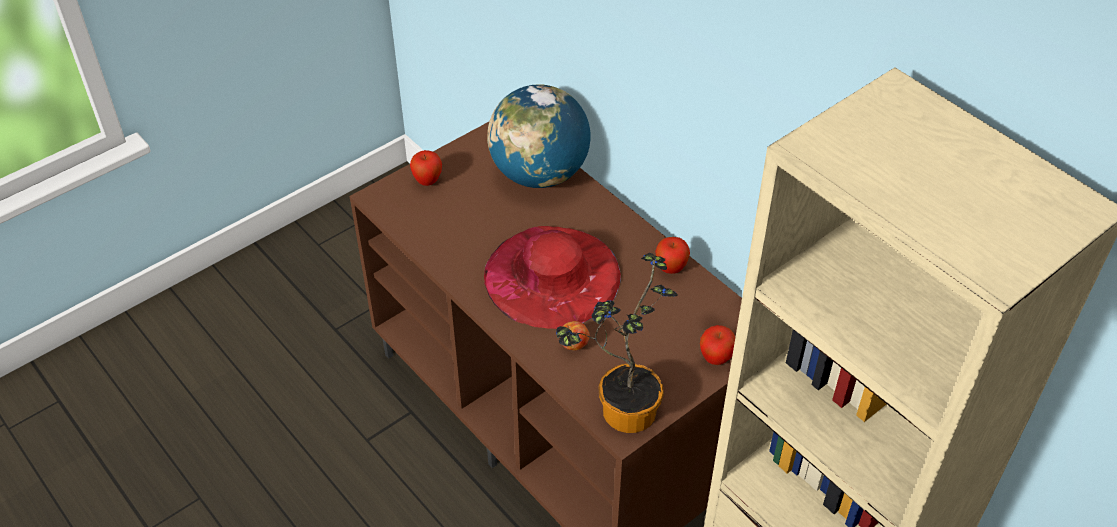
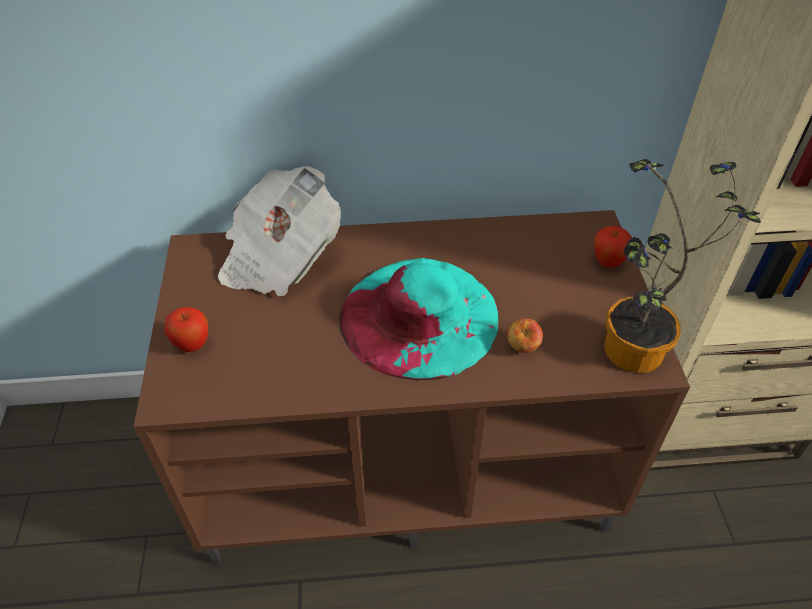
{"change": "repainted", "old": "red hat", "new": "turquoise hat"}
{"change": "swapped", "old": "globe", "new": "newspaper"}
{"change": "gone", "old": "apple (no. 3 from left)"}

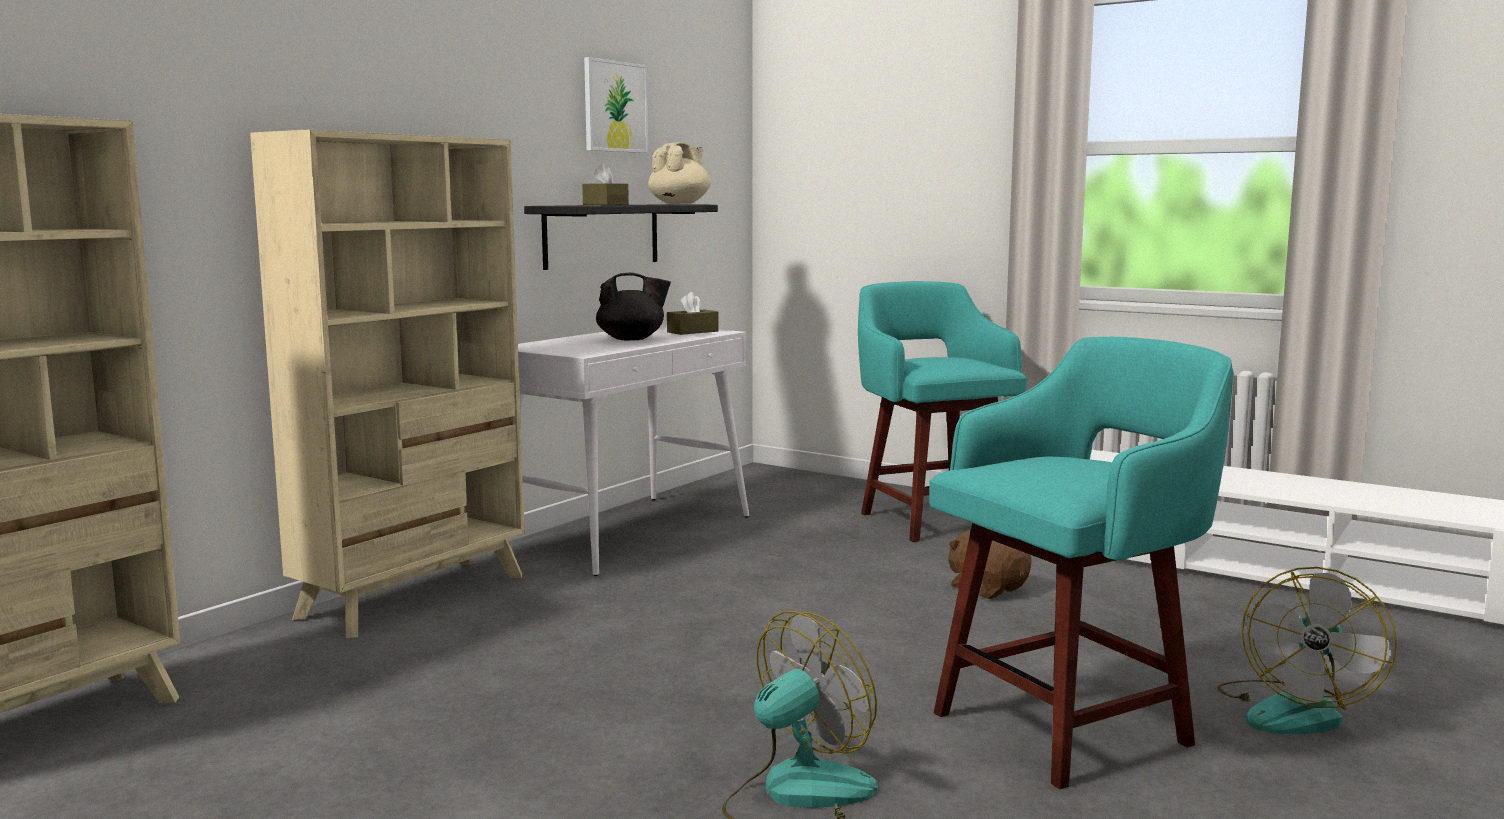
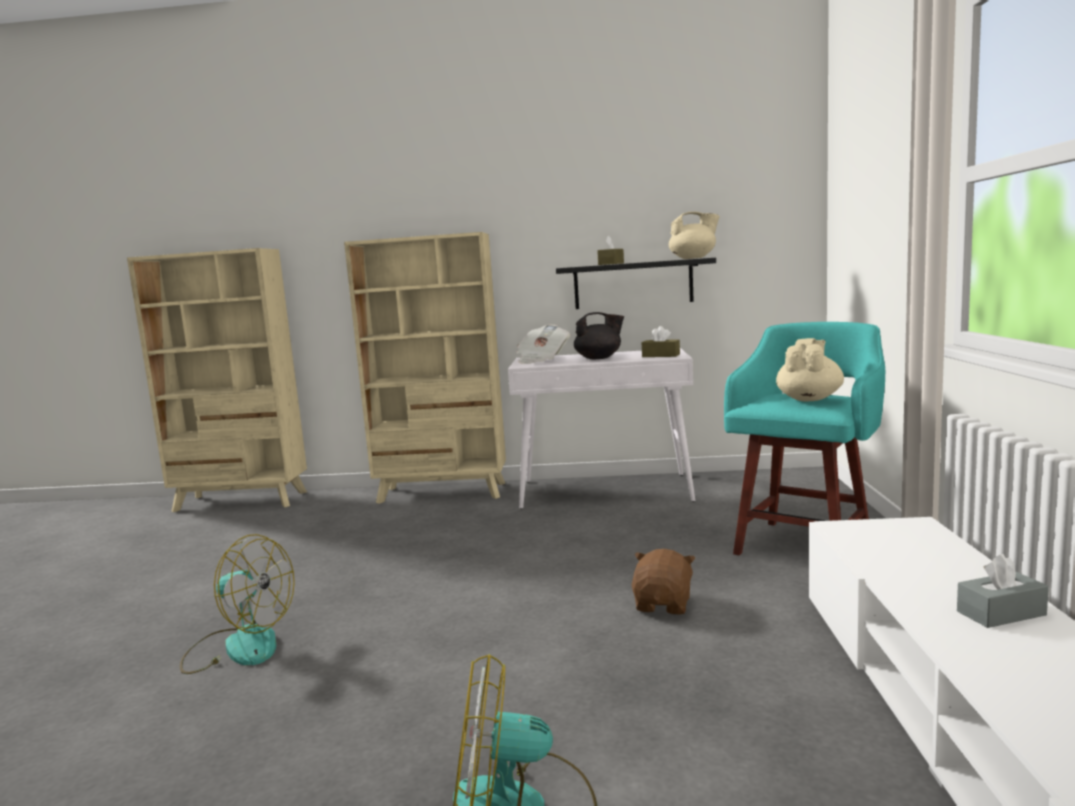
{"change": "gone", "old": "picture"}
{"change": "rotated", "old": "black teapot", "degrees": -60}
{"change": "gone", "old": "turquoise stool (no. 2 from left)"}
{"change": "new", "new": "newspaper"}
{"change": "new", "new": "beige teapot (no. 2 from left)"}
{"change": "new", "new": "grey tissue box"}

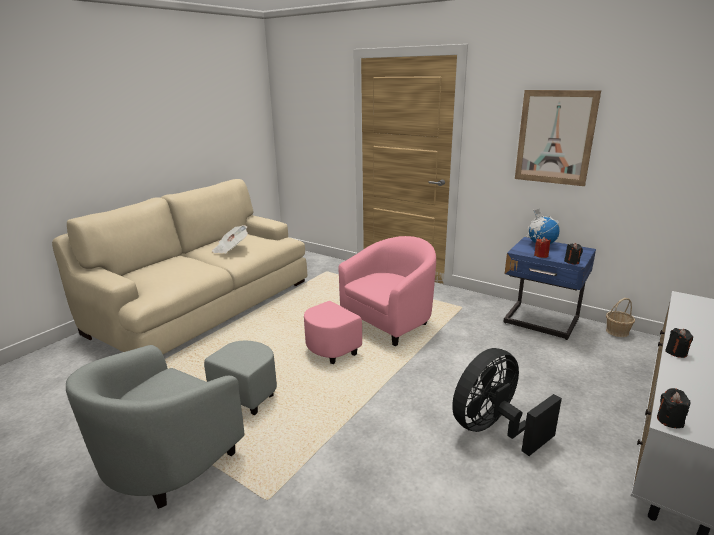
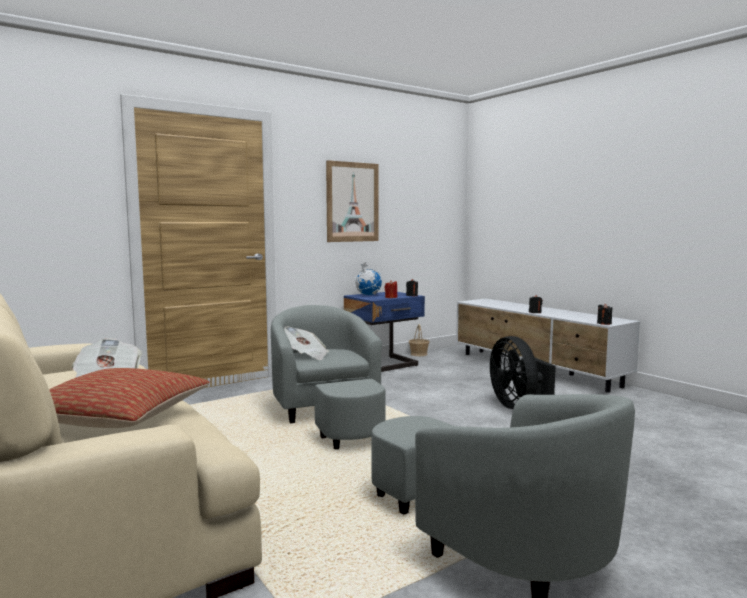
{"change": "repainted", "old": "pink armchair", "new": "grey armchair (no. 1 from left)"}
{"change": "new", "new": "pillow"}
{"change": "new", "new": "newspaper (no. 2 from left)"}

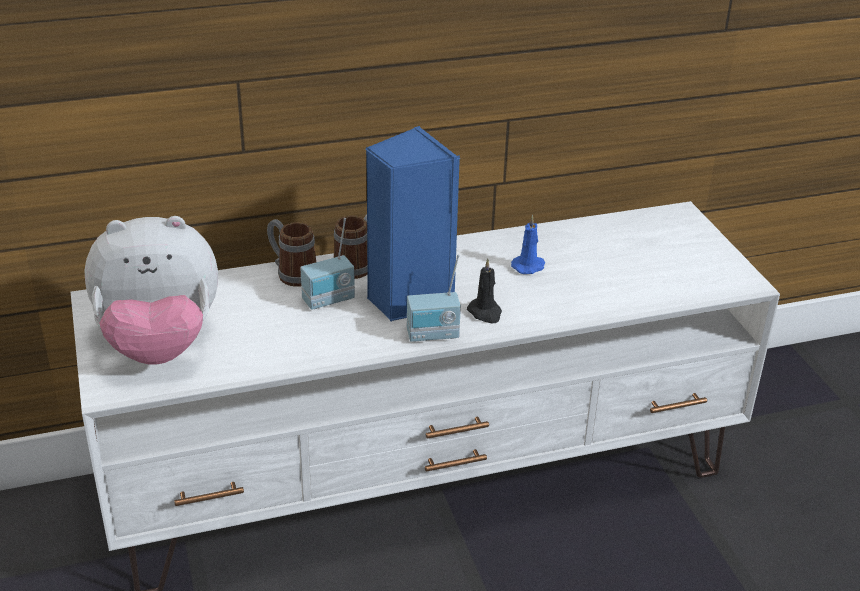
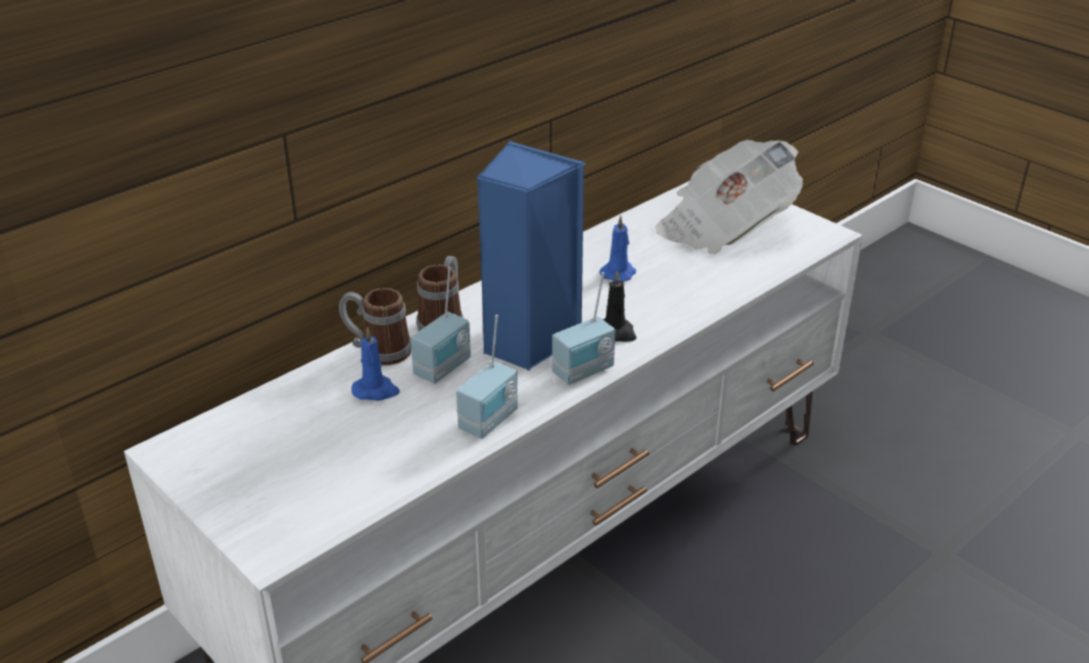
{"change": "gone", "old": "plush toy"}
{"change": "new", "new": "blue candle (no. 1 from left)"}
{"change": "new", "new": "radio (no. 2 from left)"}
{"change": "new", "new": "newspaper"}

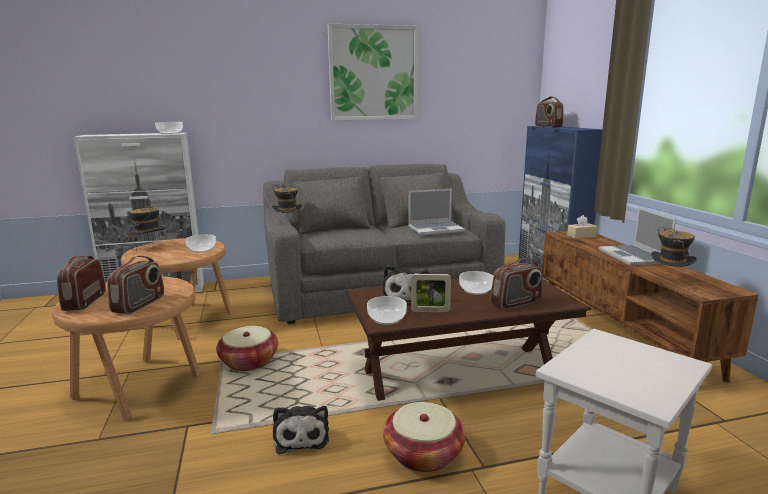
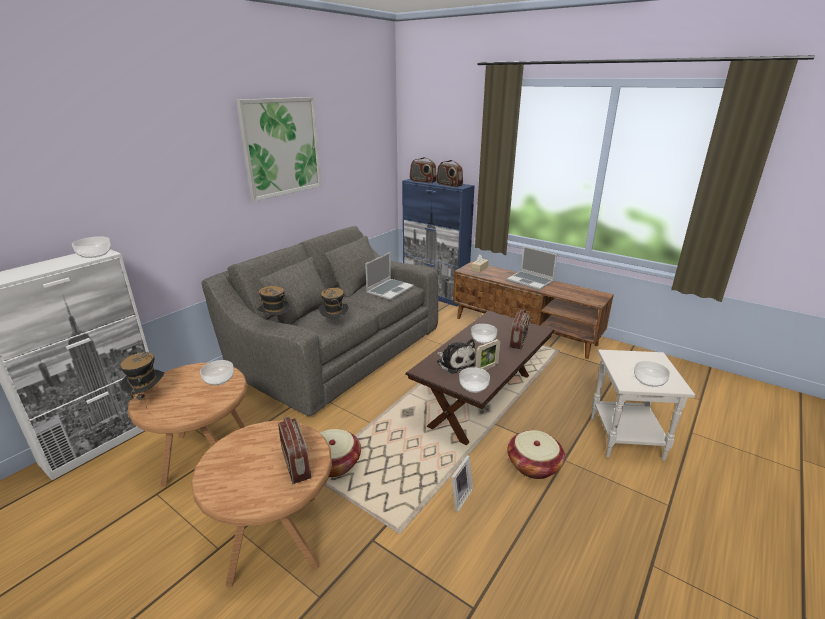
{"change": "shifted", "old": "radio (no. 1 from left in the first image)", "new": "radio (no. 3 from left)"}
{"change": "swapped", "old": "plush toy (no. 1 from left)", "new": "picture frame (no. 1 from left)"}
{"change": "shifted", "old": "hat (no. 3 from left)"}
{"change": "new", "new": "bowl (no. 5 from left)"}

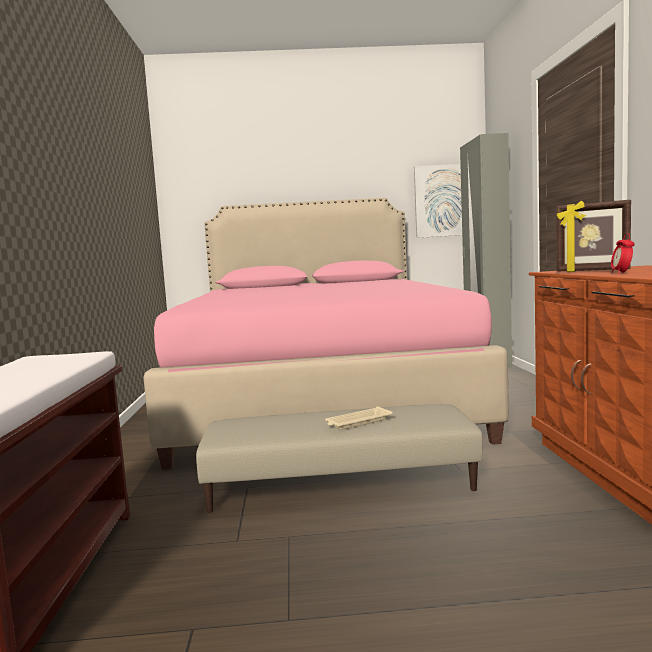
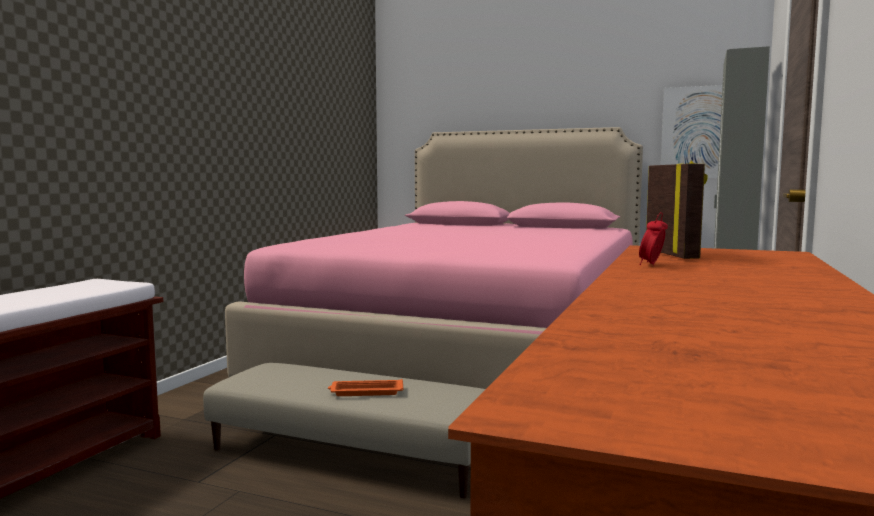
{"change": "repainted", "old": "beige tray", "new": "orange tray"}
{"change": "rotated", "old": "picture frame", "degrees": -150}

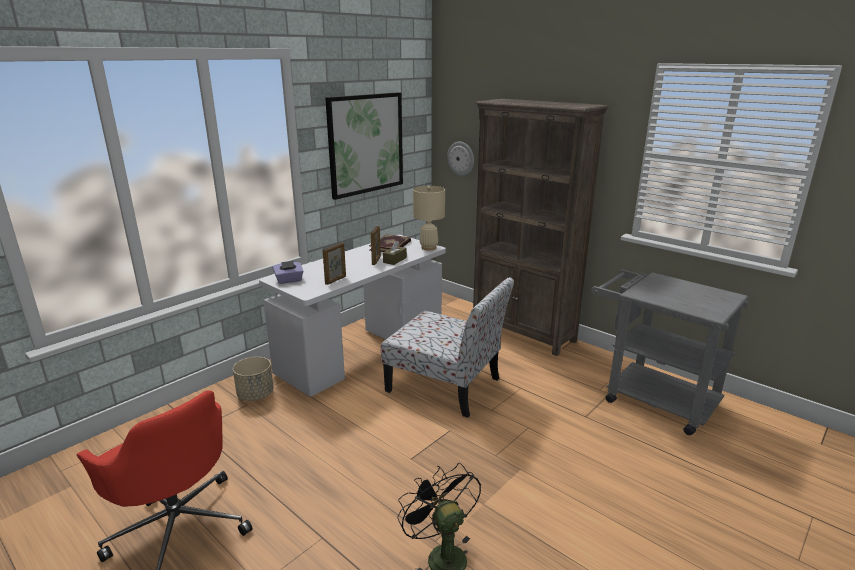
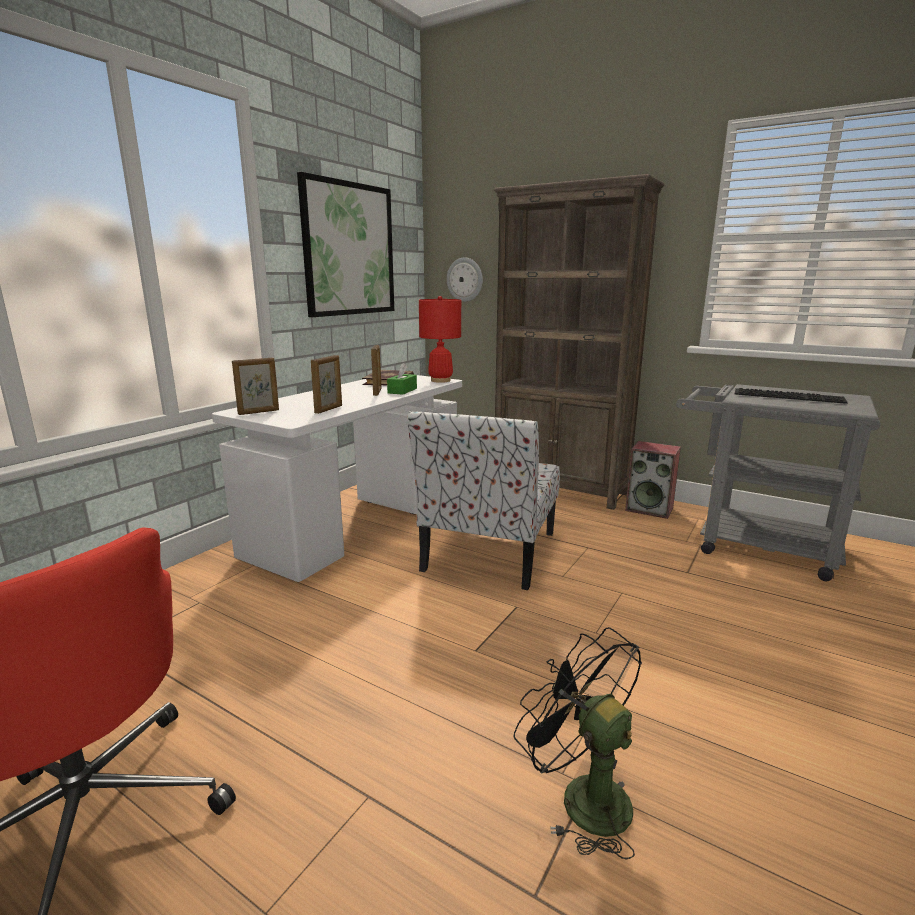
{"change": "gone", "old": "beige planter"}
{"change": "swapped", "old": "purple tissue box", "new": "picture frame (no. 1 from left)"}
{"change": "rotated", "old": "chair", "degrees": 90}
{"change": "repainted", "old": "brown tissue box", "new": "green tissue box"}
{"change": "repainted", "old": "beige table lamp", "new": "red table lamp"}
{"change": "new", "new": "speaker"}
{"change": "new", "new": "keyboard"}

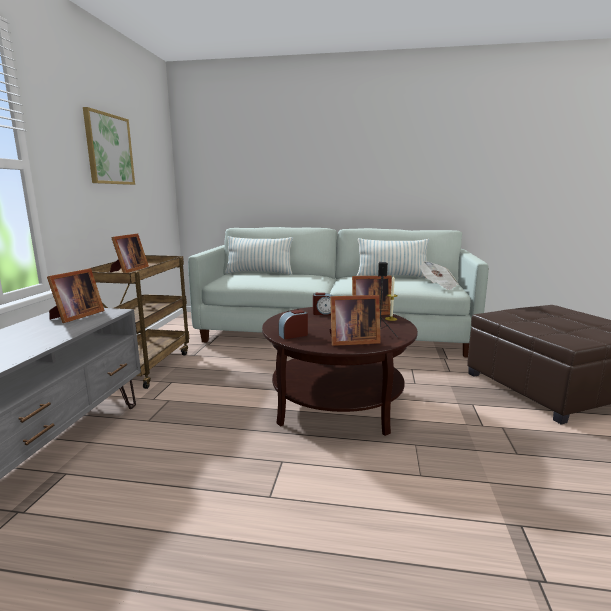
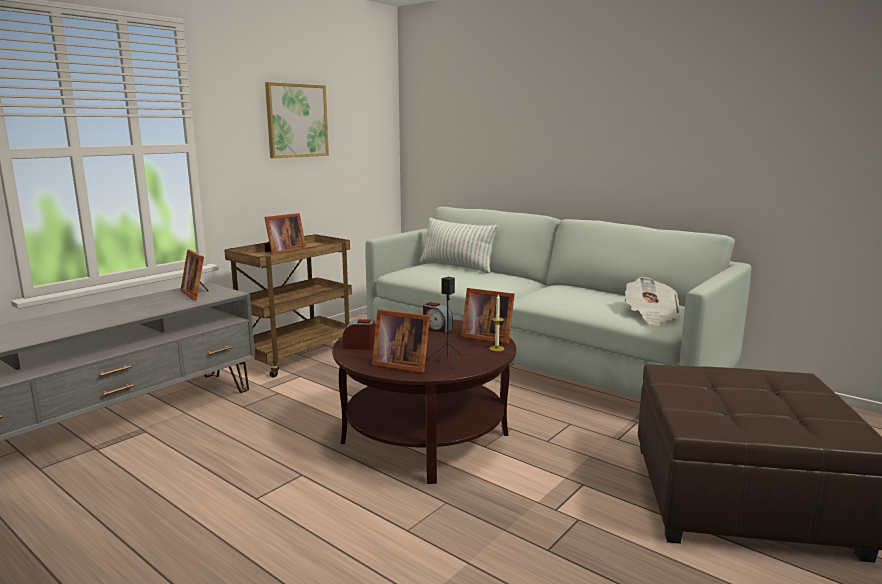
{"change": "rotated", "old": "picture frame (no. 1 from left)", "degrees": 90}
{"change": "gone", "old": "pillow (no. 2 from left)"}

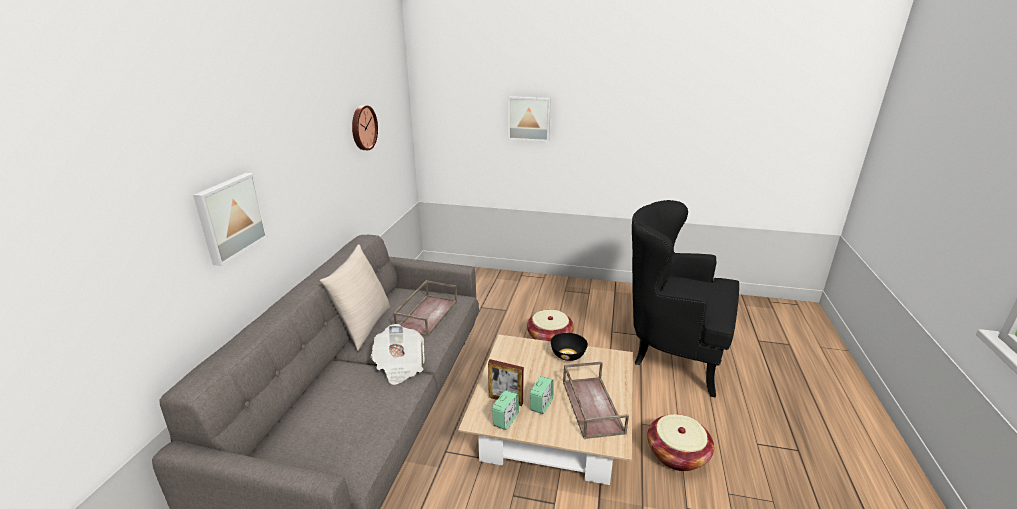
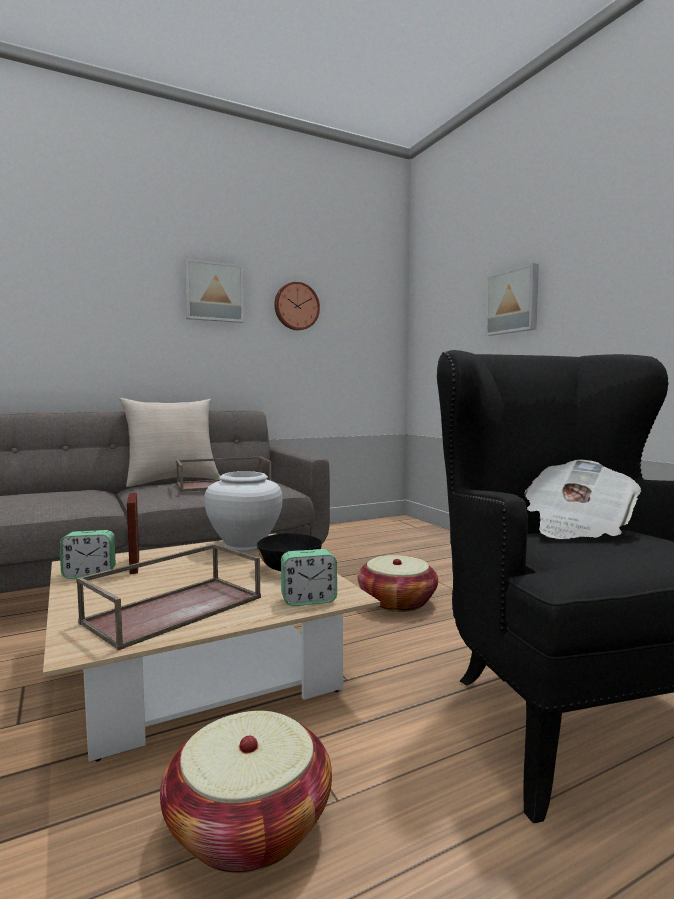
{"change": "shifted", "old": "picture (no. 1 from left)"}
{"change": "shifted", "old": "newspaper"}
{"change": "shifted", "old": "alarm clock (no. 2 from left)"}
{"change": "new", "new": "white vase"}

